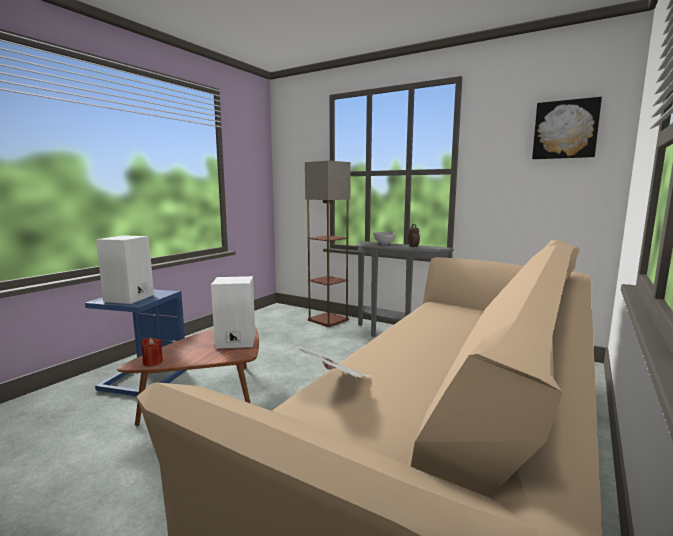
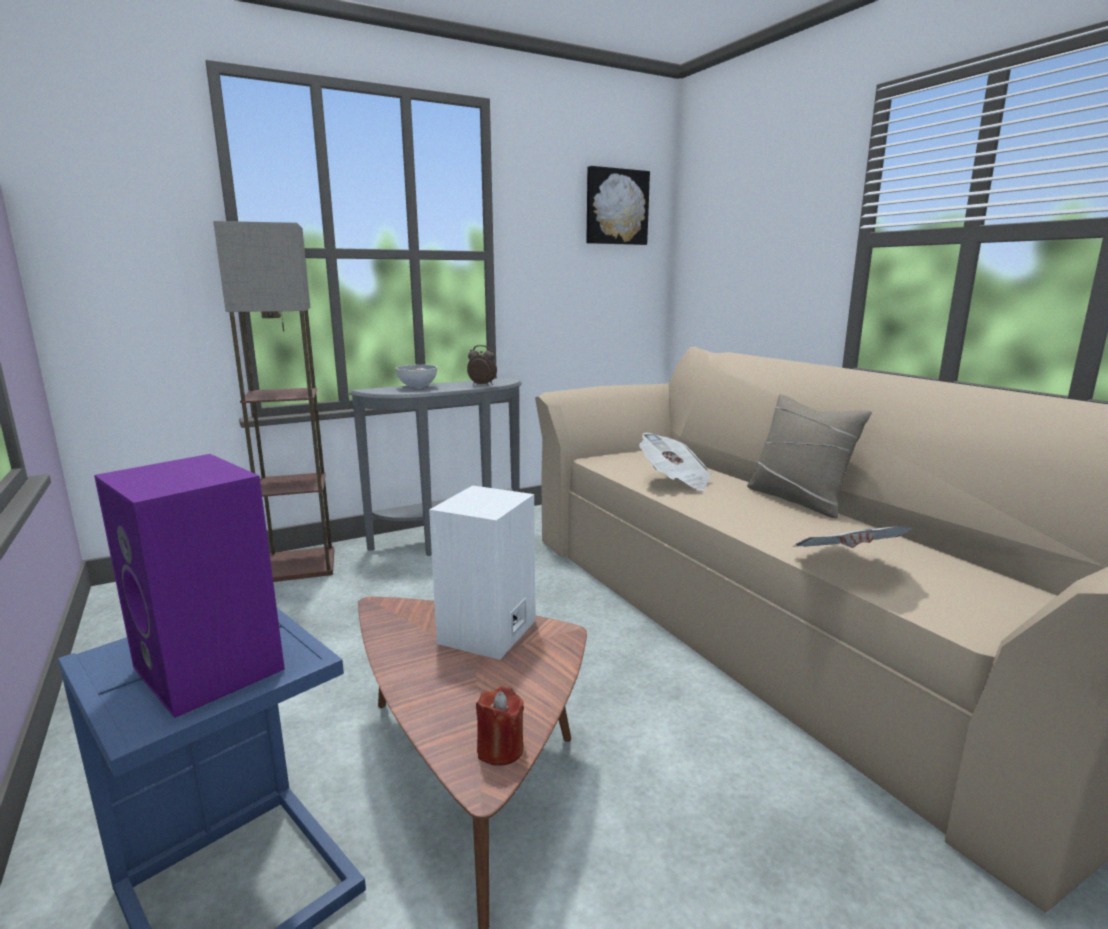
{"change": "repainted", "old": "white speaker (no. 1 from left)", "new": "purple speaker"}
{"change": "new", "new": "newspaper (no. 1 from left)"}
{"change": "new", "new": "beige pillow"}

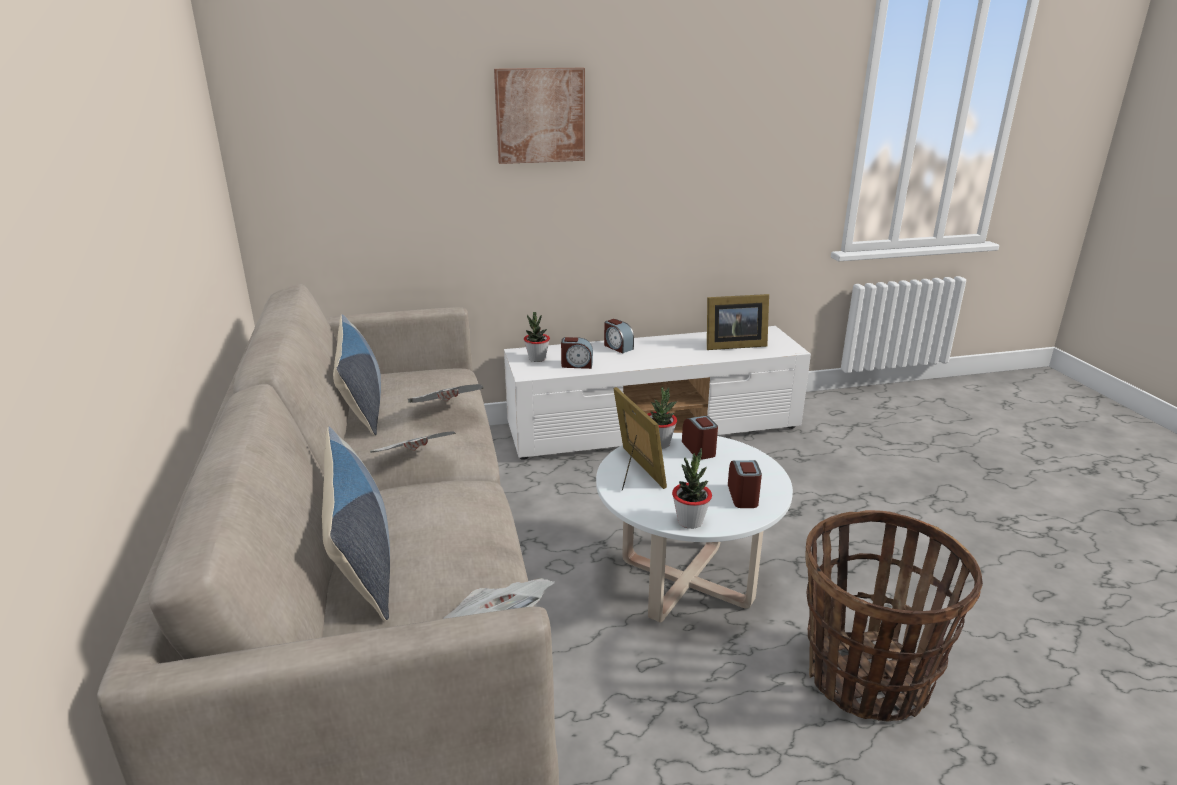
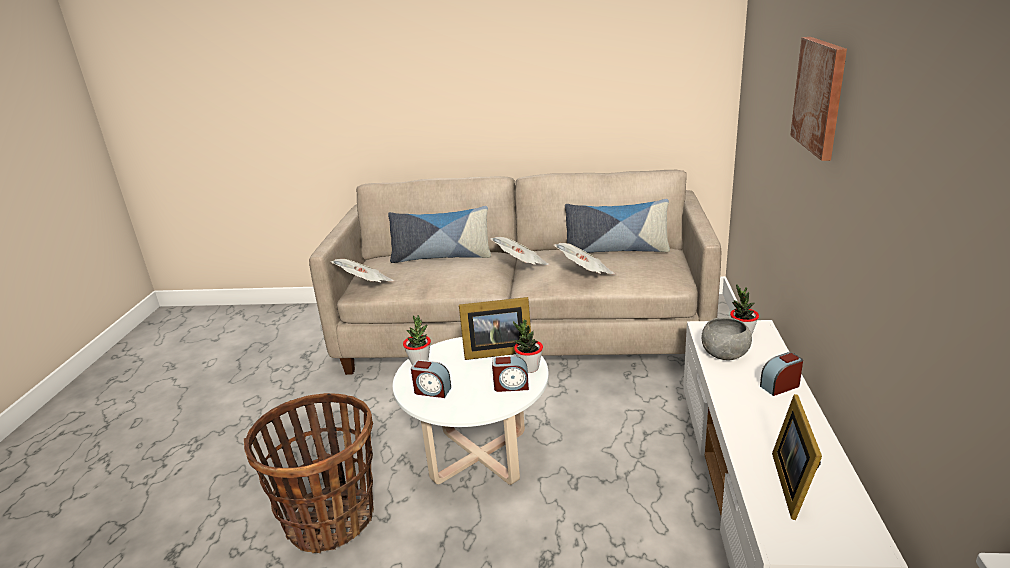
{"change": "swapped", "old": "alarm clock (no. 1 from left)", "new": "grey bowl"}

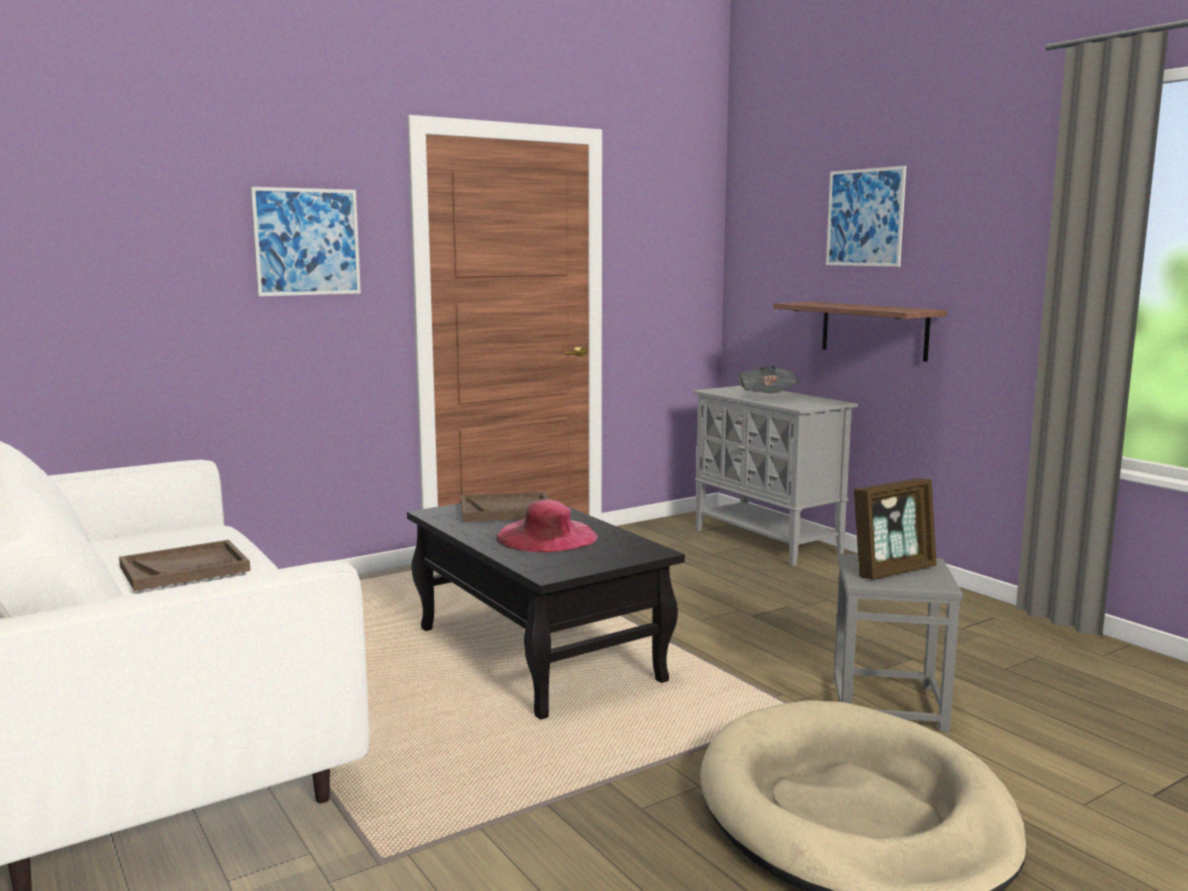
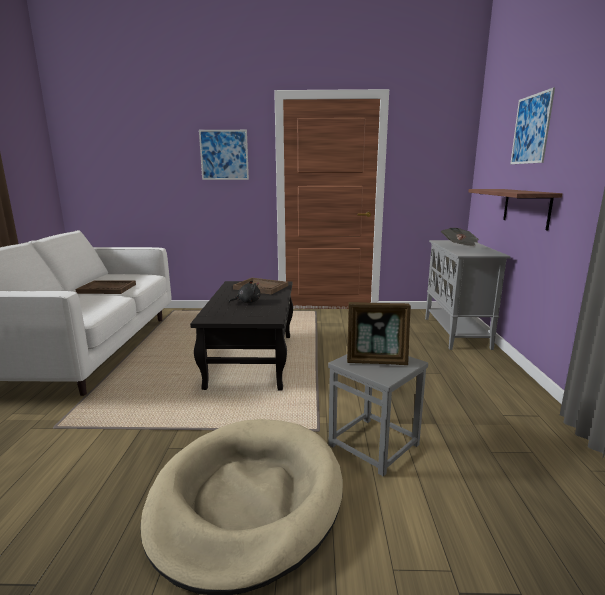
{"change": "swapped", "old": "pink hat", "new": "black plush toy"}

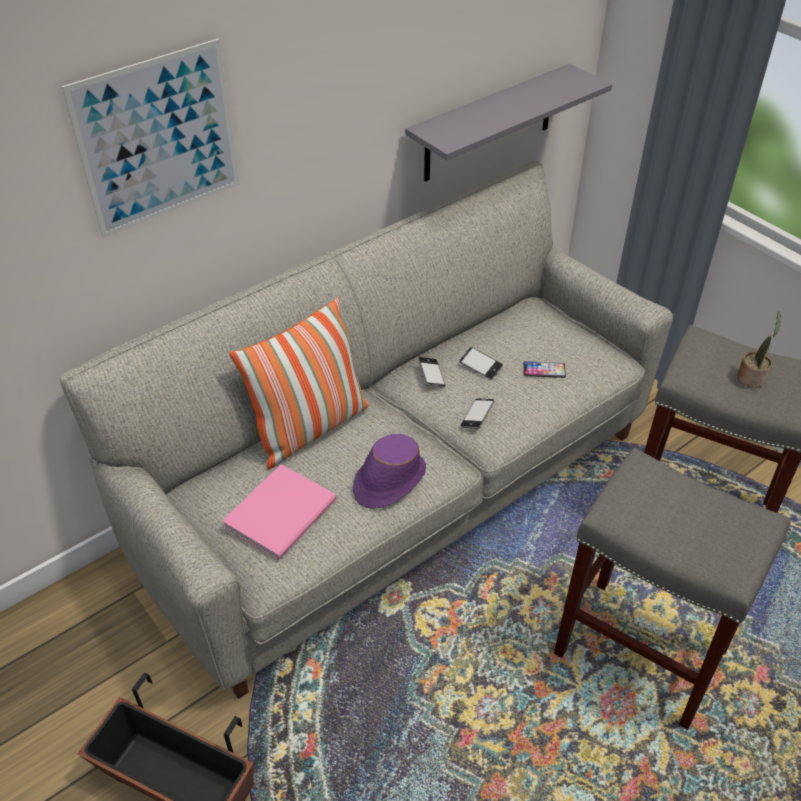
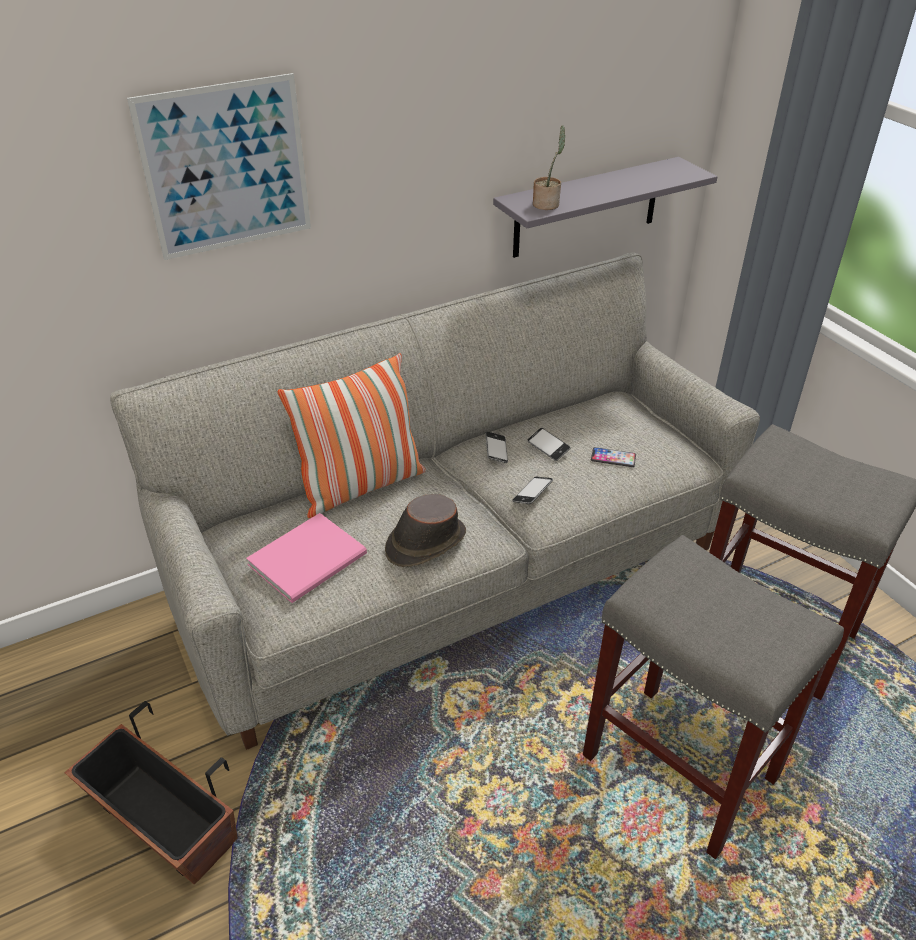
{"change": "repainted", "old": "purple hat", "new": "brown hat"}
{"change": "shifted", "old": "potted plant"}

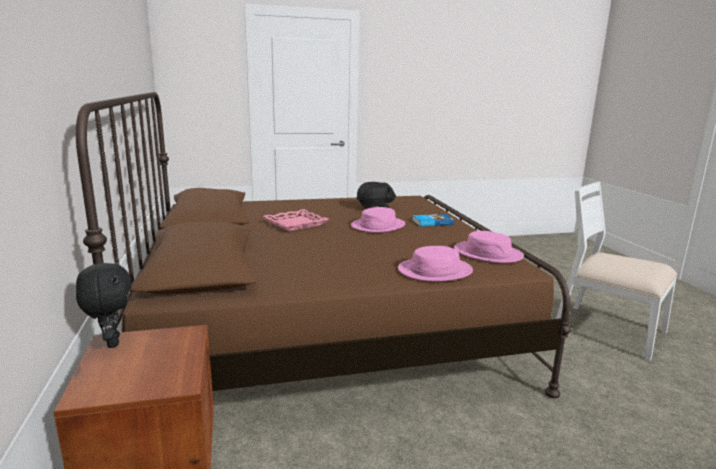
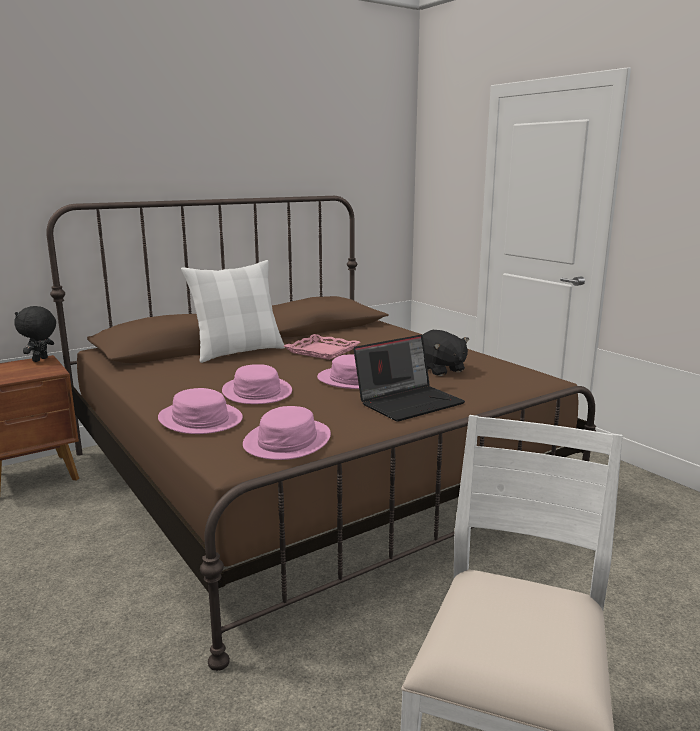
{"change": "rotated", "old": "black plush toy (no. 1 from left)", "degrees": 150}
{"change": "swapped", "old": "book", "new": "laptop"}
{"change": "new", "new": "white pillow"}
{"change": "new", "new": "pink hat (no. 2 from left)"}

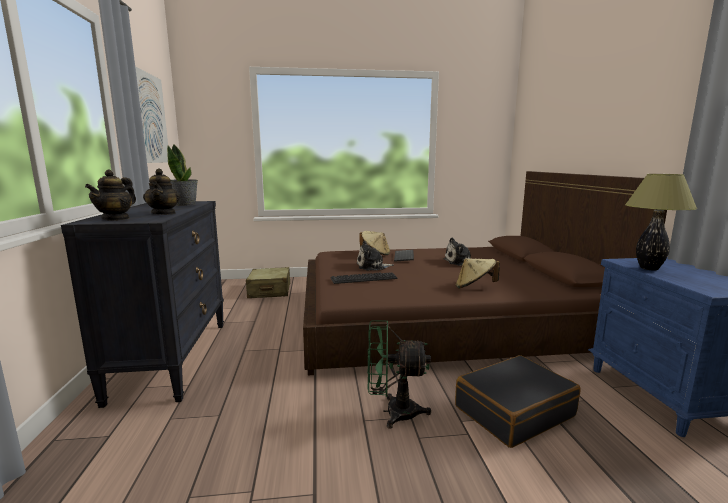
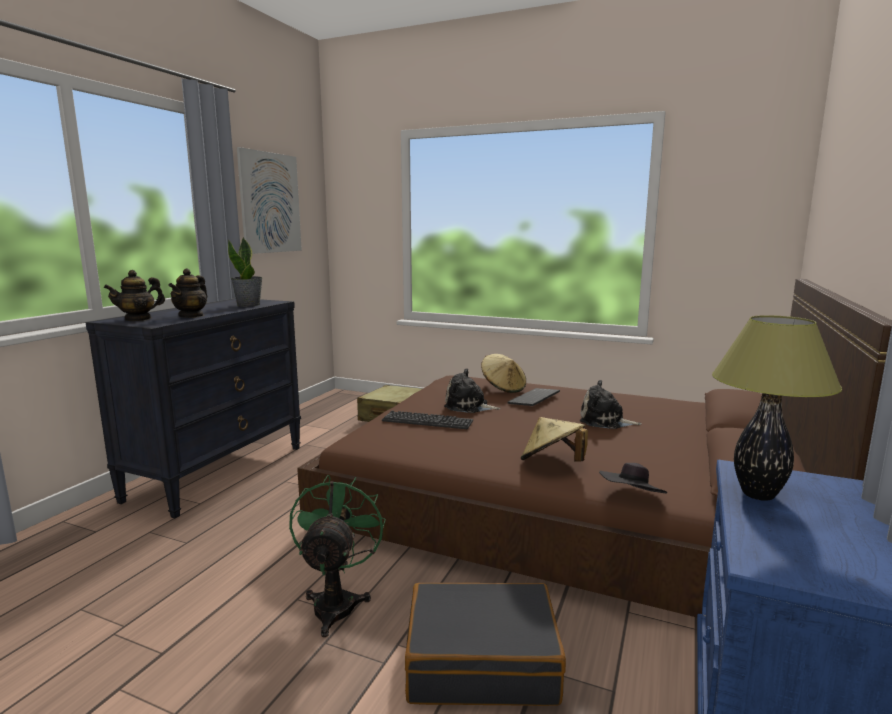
{"change": "rotated", "old": "green fan", "degrees": 60}
{"change": "new", "new": "black hat"}

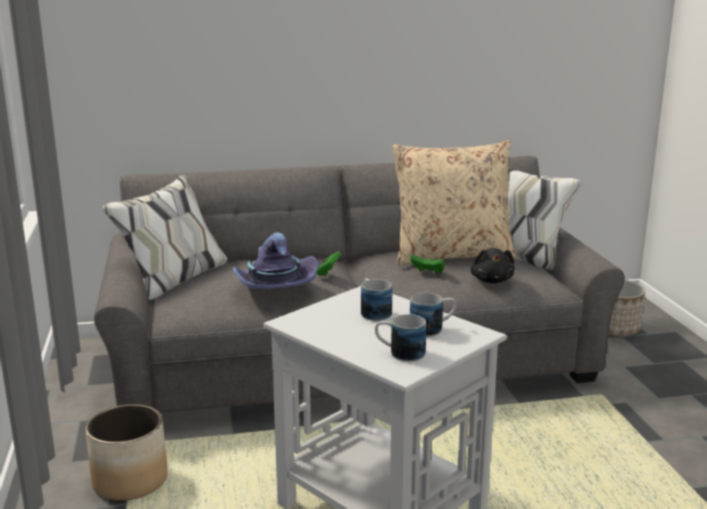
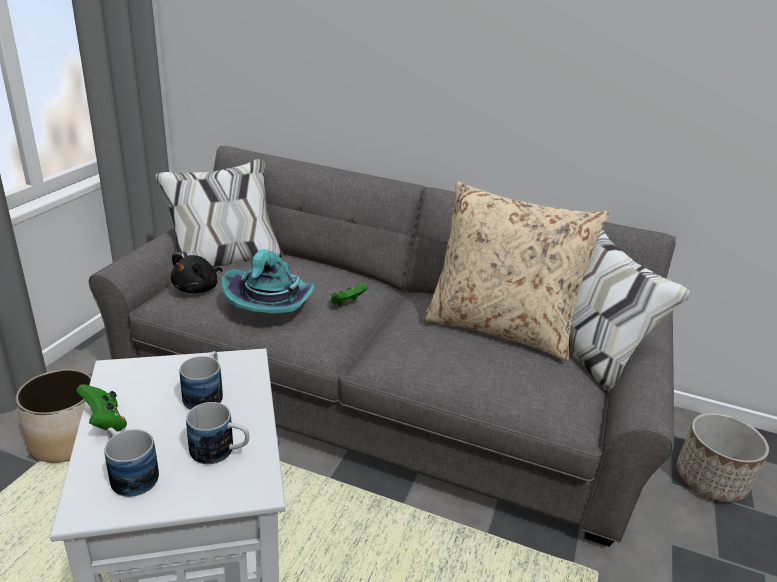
{"change": "repainted", "old": "purple hat", "new": "turquoise hat"}
{"change": "shifted", "old": "green game controller (no. 2 from left in the first image)", "new": "green game controller (no. 1 from left)"}
{"change": "shifted", "old": "black plush toy"}

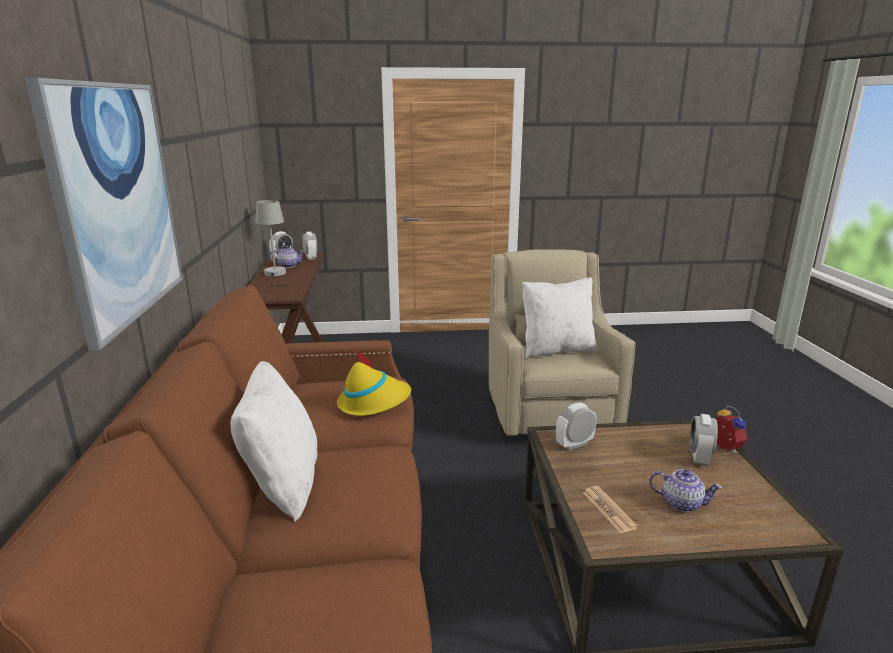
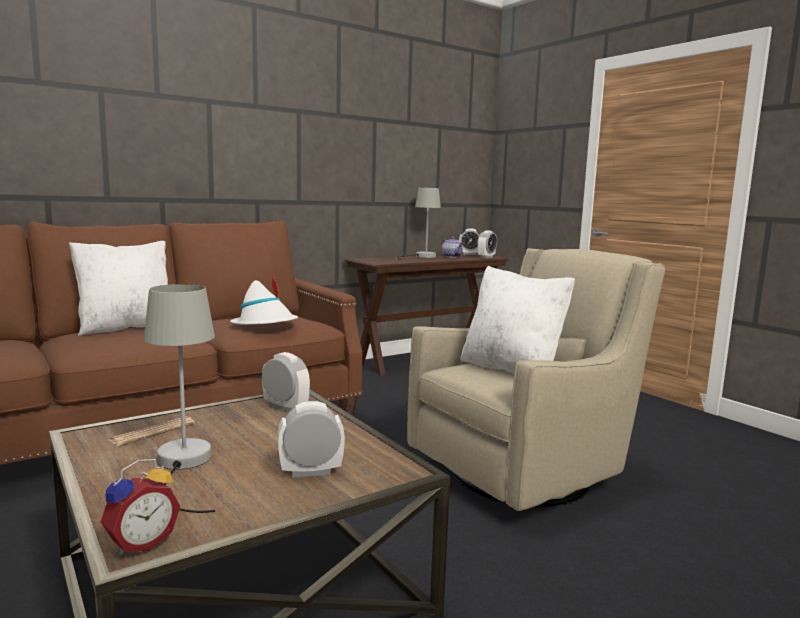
{"change": "gone", "old": "picture"}
{"change": "repainted", "old": "yellow hat", "new": "white hat"}
{"change": "swapped", "old": "teapot (no. 2 from left)", "new": "grey table lamp (no. 1 from left)"}
{"change": "shifted", "old": "alarm clock (no. 5 from left in the first image)", "new": "alarm clock (no. 1 from left)"}

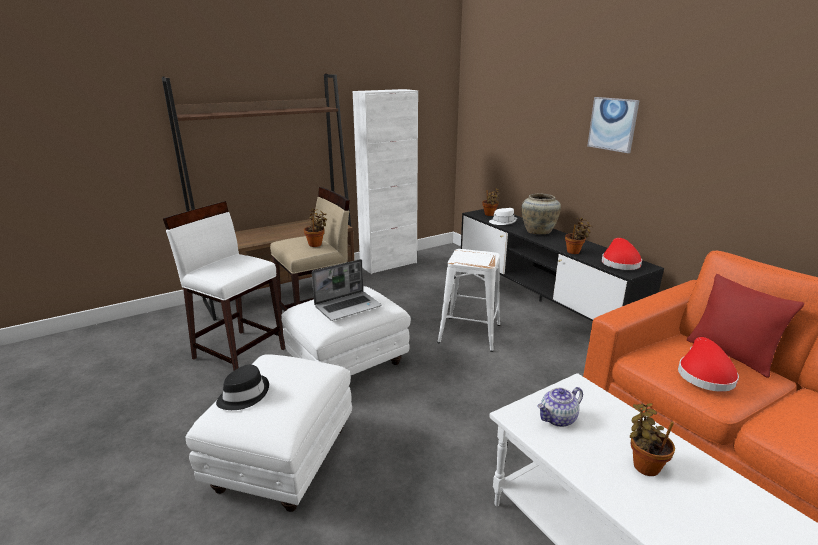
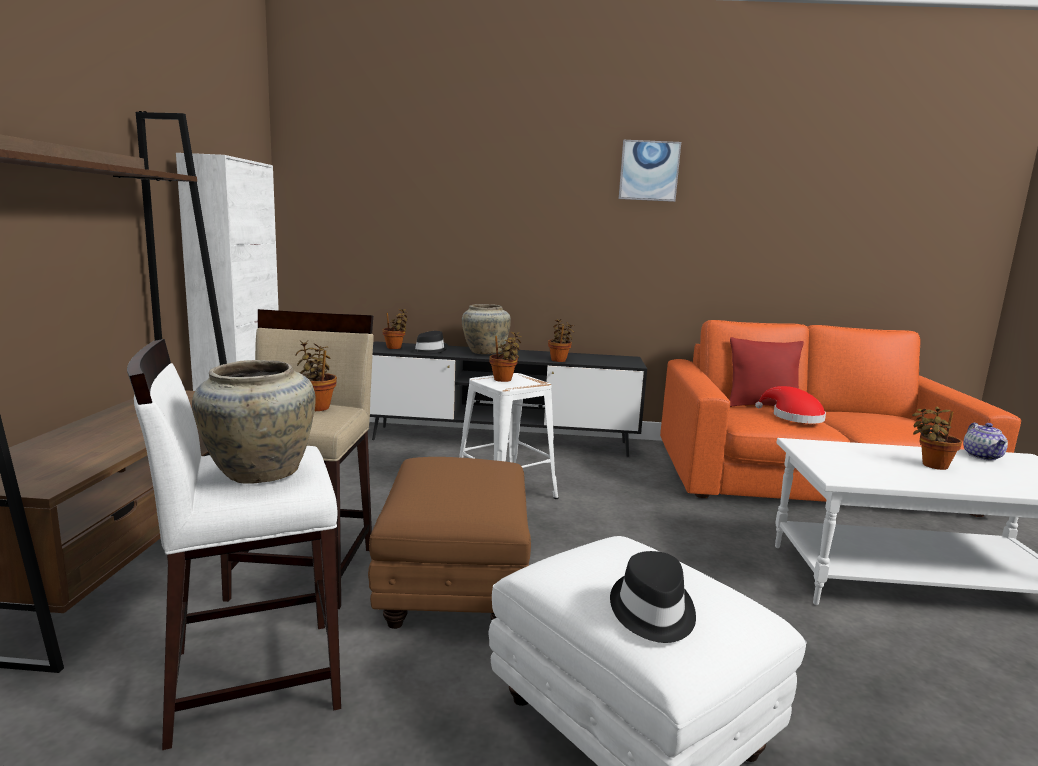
{"change": "repainted", "old": "white ottoman (no. 2 from left)", "new": "brown ottoman"}
{"change": "gone", "old": "laptop"}
{"change": "repainted", "old": "white hat", "new": "black hat (no. 1 from left)"}
{"change": "shifted", "old": "teapot"}
{"change": "shifted", "old": "picture"}
{"change": "gone", "old": "red hat (no. 1 from left)"}
{"change": "new", "new": "beige vase (no. 1 from left)"}
{"change": "new", "new": "potted plant (no. 3 from left)"}

